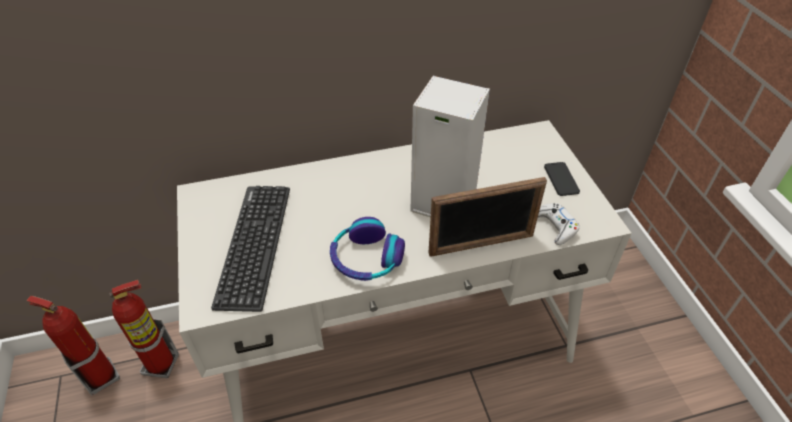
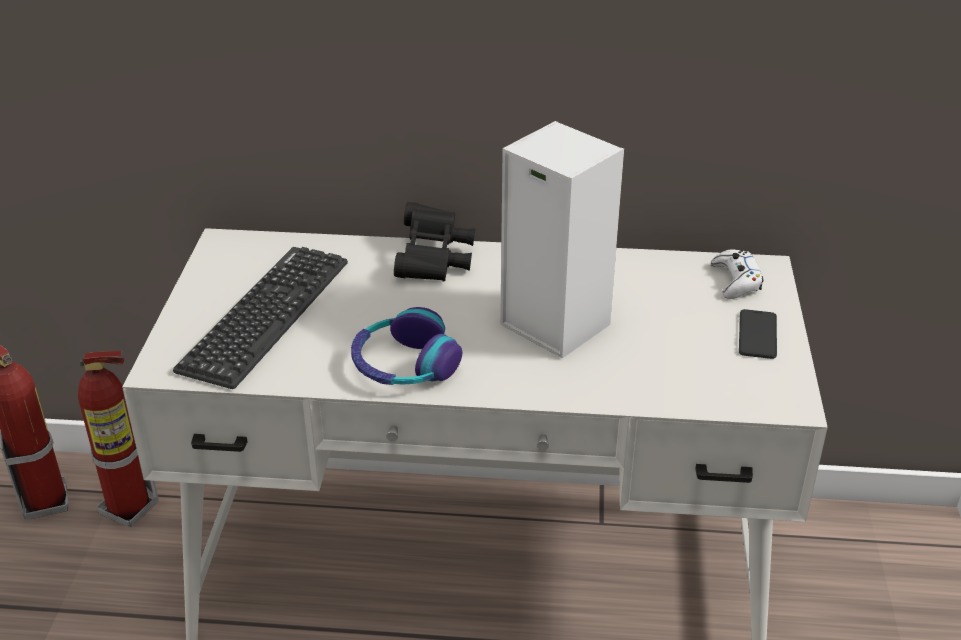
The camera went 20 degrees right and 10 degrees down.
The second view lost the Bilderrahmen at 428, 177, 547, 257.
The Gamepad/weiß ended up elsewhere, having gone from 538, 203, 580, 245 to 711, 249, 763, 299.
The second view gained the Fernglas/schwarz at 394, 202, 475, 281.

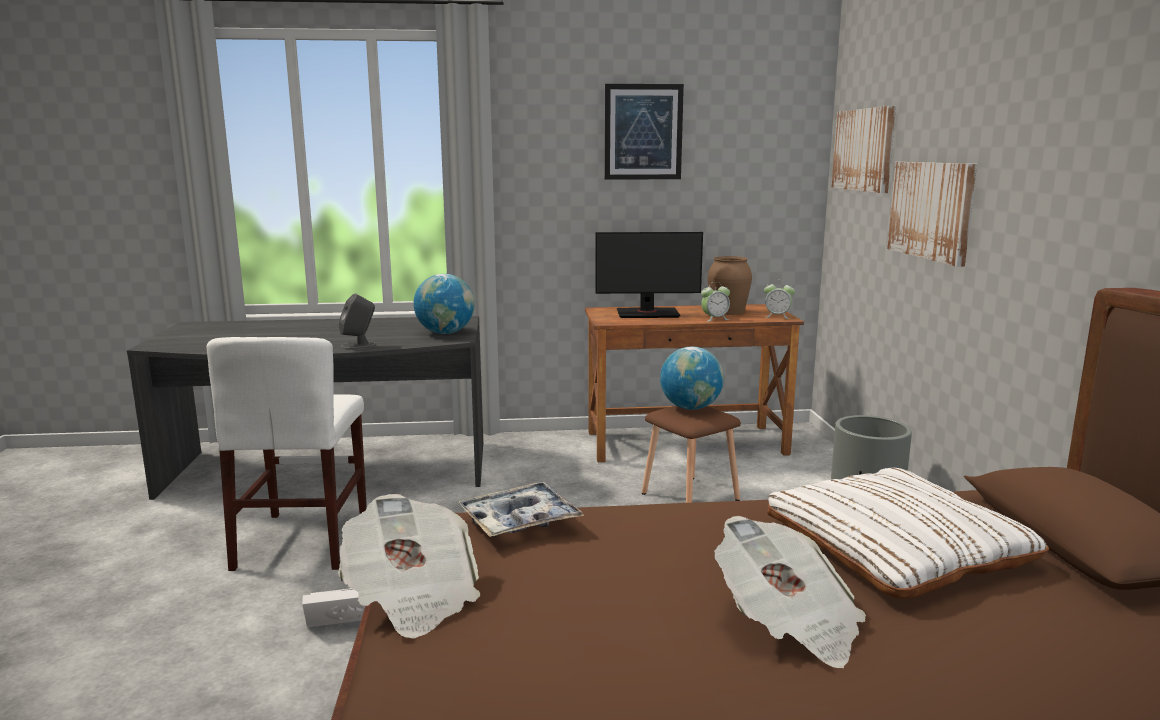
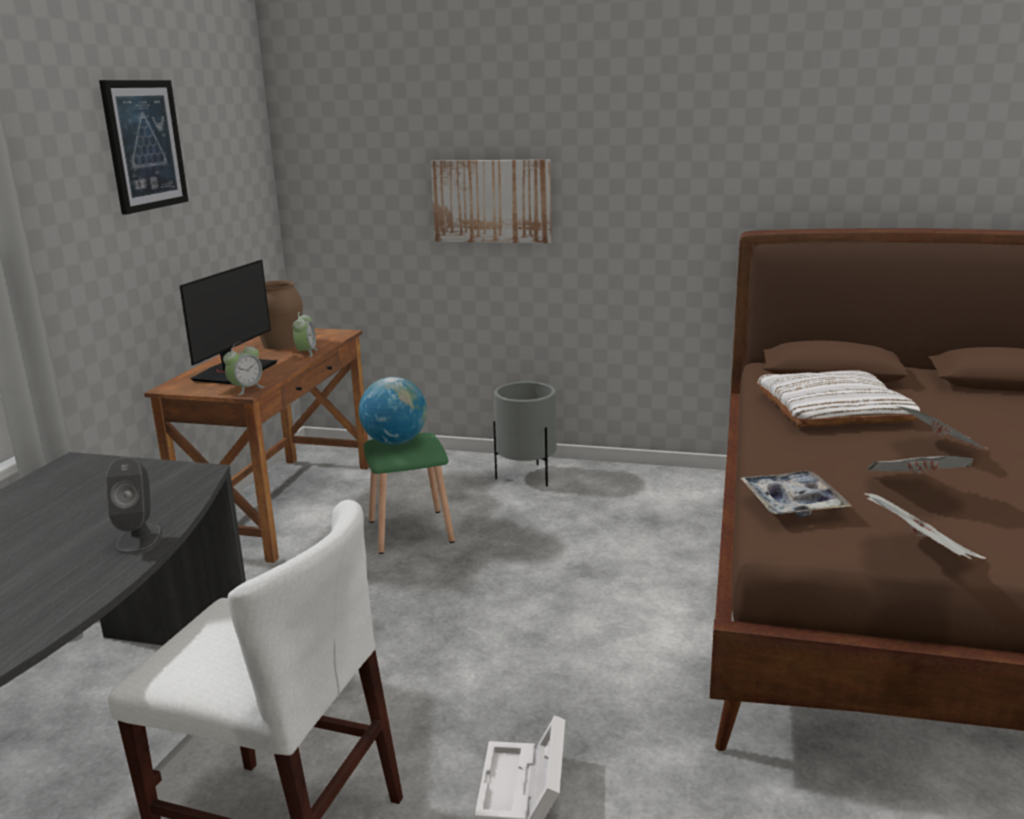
The camera went 70 degrees left and 5 degrees up.
The second view lost the Globus at 414, 274, 475, 334.
What was the Hocker/braun at 642, 406, 741, 503 turned into the Hocker/grün at 363, 433, 455, 554.
The Wecker ended up elsewhere, having gone from 764, 280, 795, 319 to 223, 342, 265, 395.
The second view lost the Bild at 831, 106, 896, 193.
The second view gained the Zeitung at 867, 456, 974, 474.

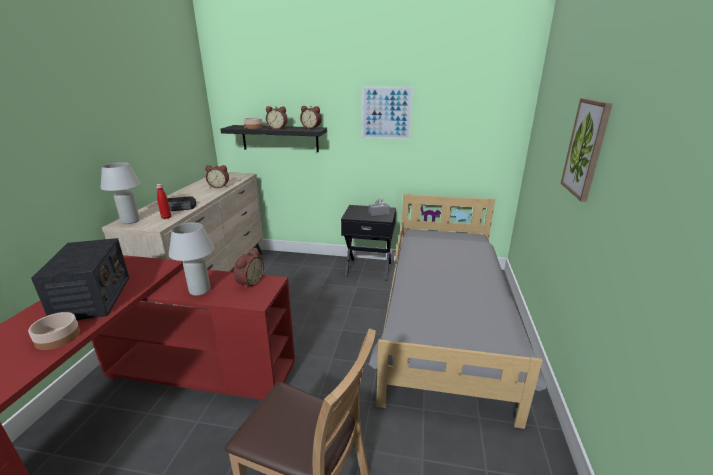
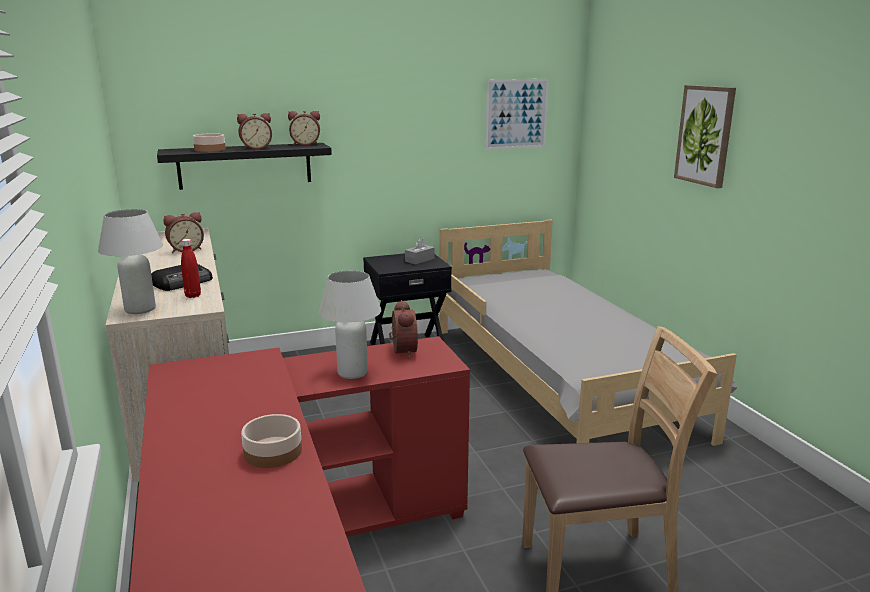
The camera went 30 degrees left and 5 degrees down.
The second view lost the Radio at 31, 238, 129, 320.
The Bild ended up elsewhere, having gone from 362, 86, 413, 139 to 485, 79, 549, 150.

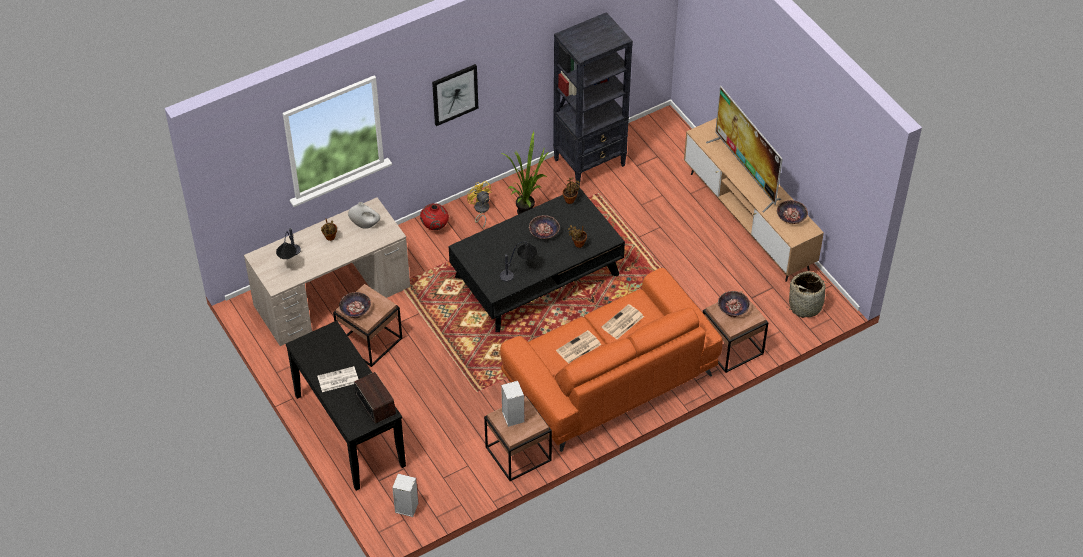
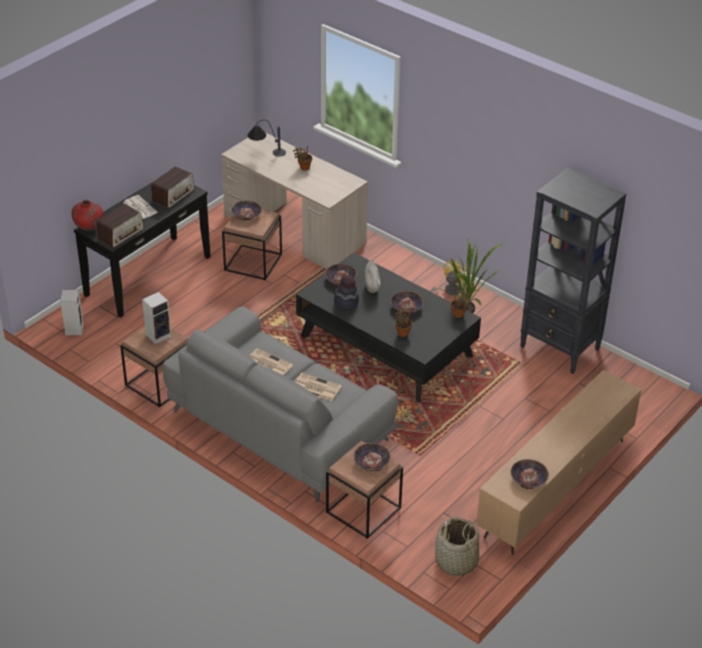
The camera went 70 degrees right and 10 degrees down.
The Vase/weiß ended up elsewhere, having gone from 348, 202, 380, 229 to 365, 260, 381, 293.
The Vase/rot ended up elsewhere, having gone from 420, 203, 449, 230 to 71, 200, 103, 231.
The second view lost the Bild at 432, 64, 478, 126.
Where the Tischlampe stood at 500, 242, 537, 281, the Hut came to stand at 334, 275, 359, 310.
What was the Sofa/orange at 500, 268, 723, 452 turned into the Sofa/grau at 163, 306, 398, 503.
The second view lost the Fernseher at 706, 86, 782, 213.
The second view gained the Radio at 151, 166, 195, 208.
The second view gained the Schüssel at 325, 264, 357, 286.

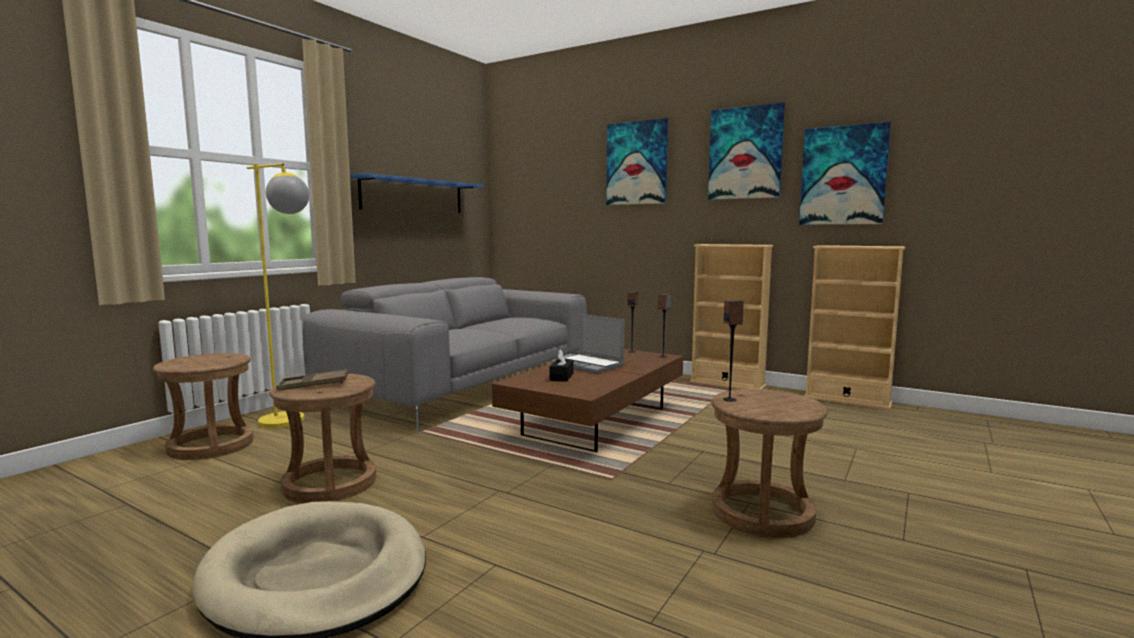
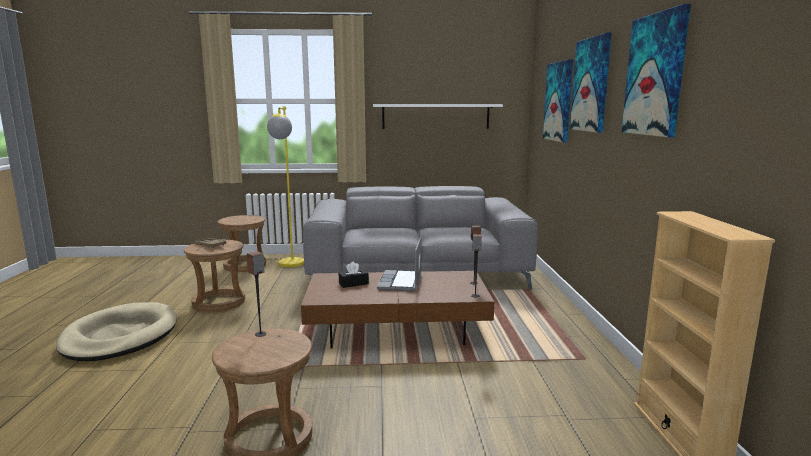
The camera went 55 degrees right and 5 degrees up.
What was the Wandregal/blau at 350, 173, 484, 213 turned into the Wandregal/weiß at 373, 104, 503, 129.
The second view lost the Bücherregal/beige at 690, 244, 773, 389.
The Bild ended up elsewhere, having gone from 799, 122, 891, 225 to 543, 59, 573, 143.

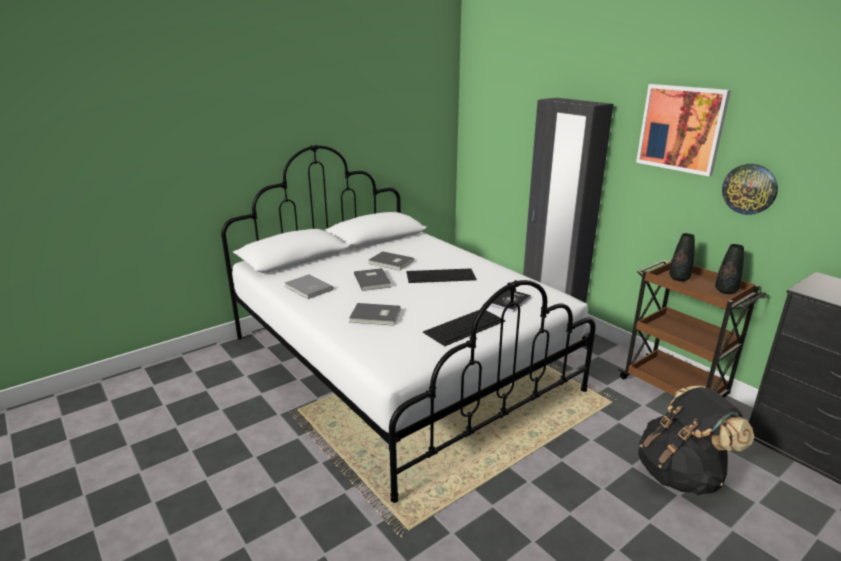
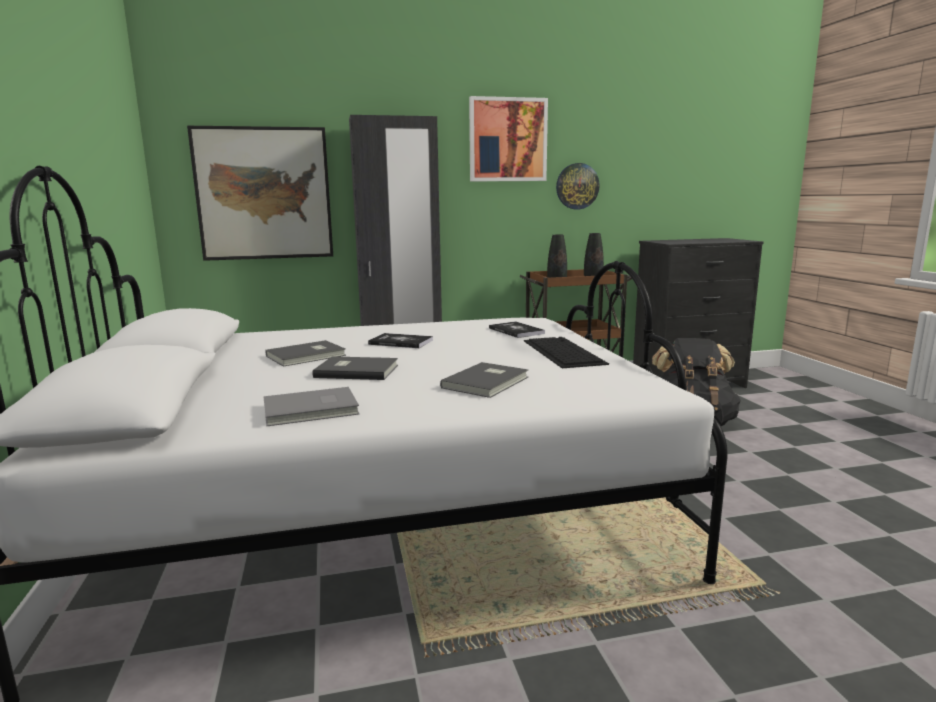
The camera went 65 degrees left and 10 degrees down.
Where the Tastatur stood at 406, 269, 477, 283, the Buch came to stand at 368, 333, 433, 348.
The second view gained the Bild at 187, 126, 333, 261.

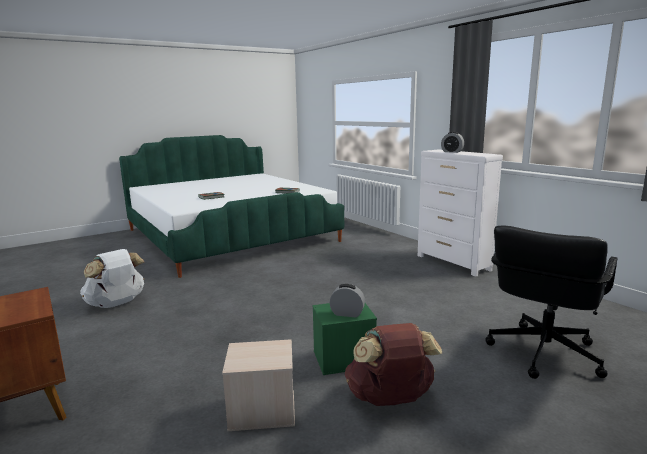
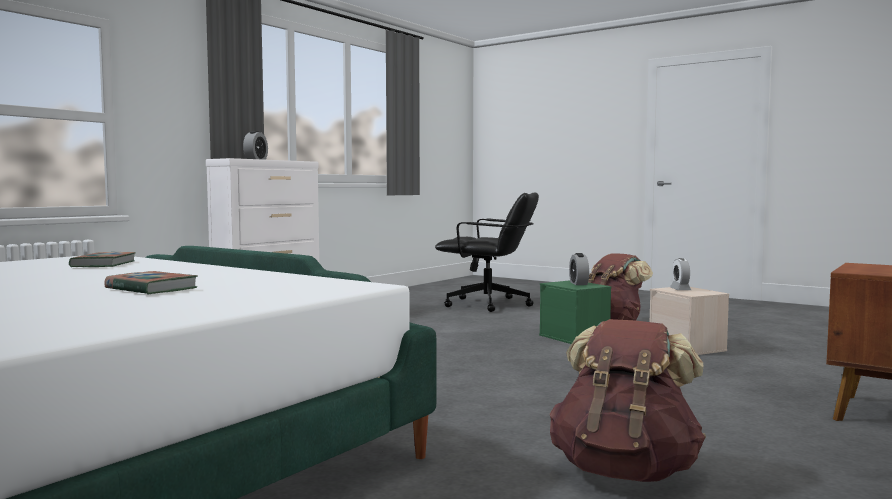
The camera went 110 degrees left and 10 degrees down.
What was the Rucksack/weiß at 80, 249, 145, 308 turned into the Rucksack/braun at 550, 319, 706, 482.
The second view gained the Wecker at 670, 258, 691, 290.

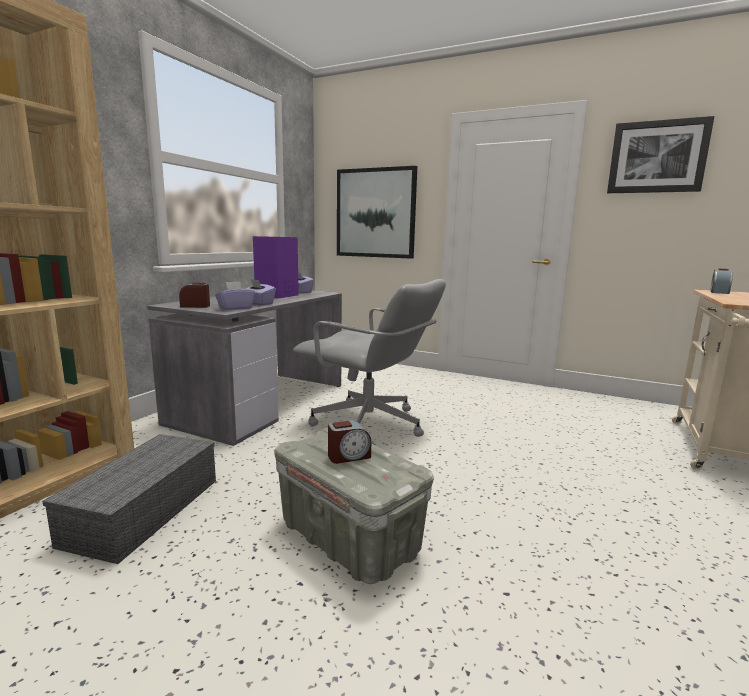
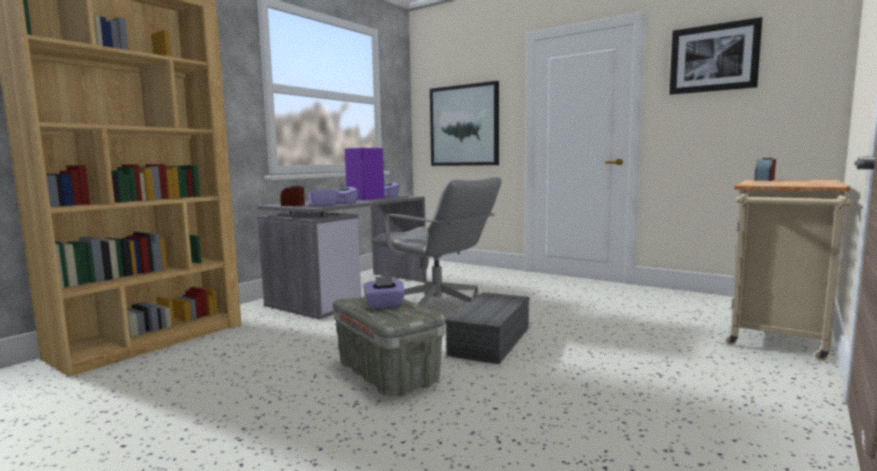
The camera went 10 degrees right and 5 degrees down.
The Aufbewahrungsbox/grau ended up elsewhere, having gone from 42, 434, 216, 564 to 445, 292, 529, 364.
Where the Wecker stood at 328, 420, 371, 464, the Taschentuchbox/lila came to stand at 364, 276, 405, 309.

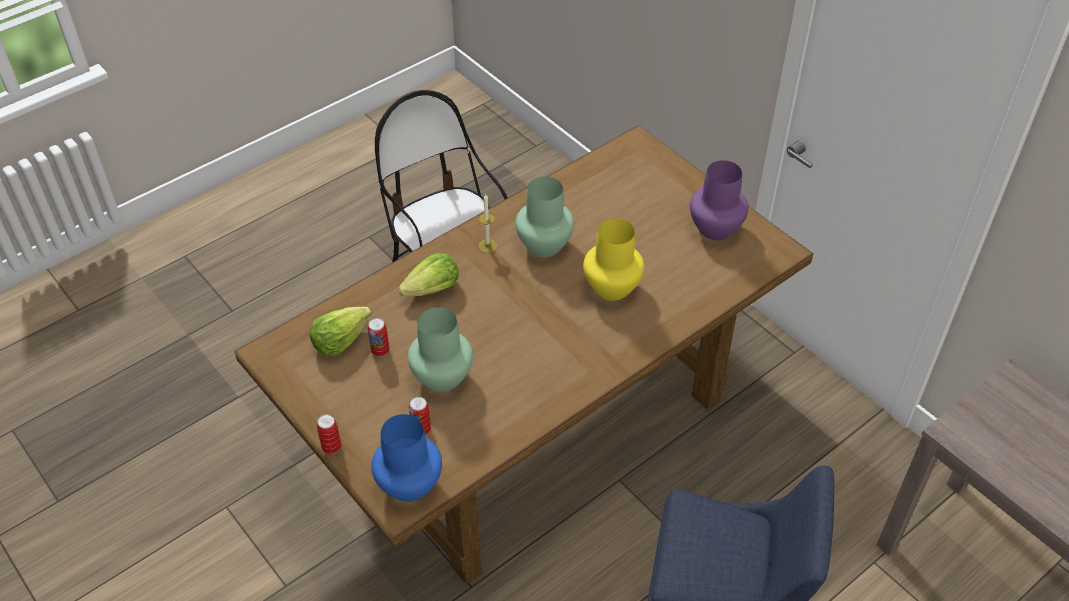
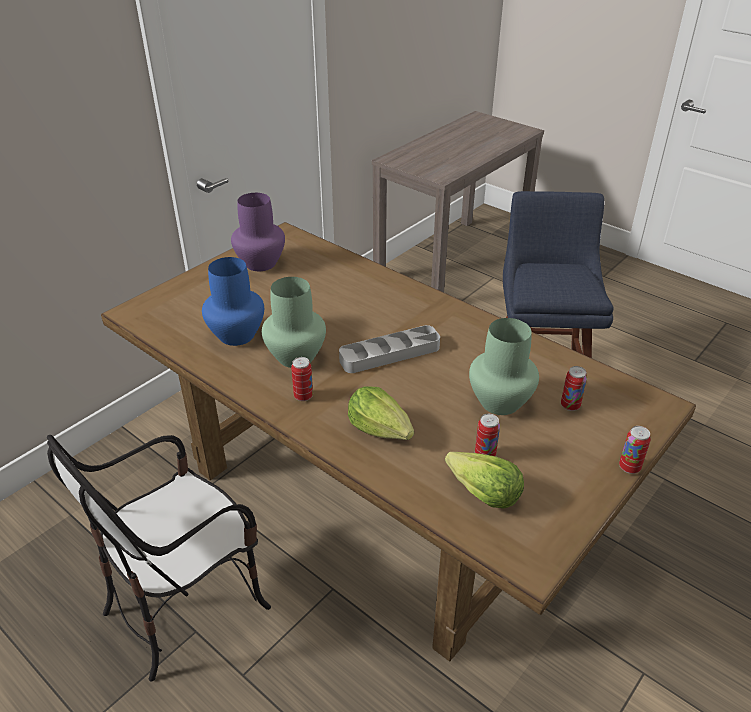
The camera went 100 degrees left and 10 degrees down.
The Vase/blau ended up elsewhere, having gone from 371, 414, 442, 502 to 202, 257, 264, 346.
Where the Kerze stood at 478, 194, 497, 253, the Dose came to stand at 291, 357, 313, 401.
The second view lost the Vase/gelb at 583, 219, 644, 301.
The second view gained the Tablett/grau at 339, 325, 440, 373.

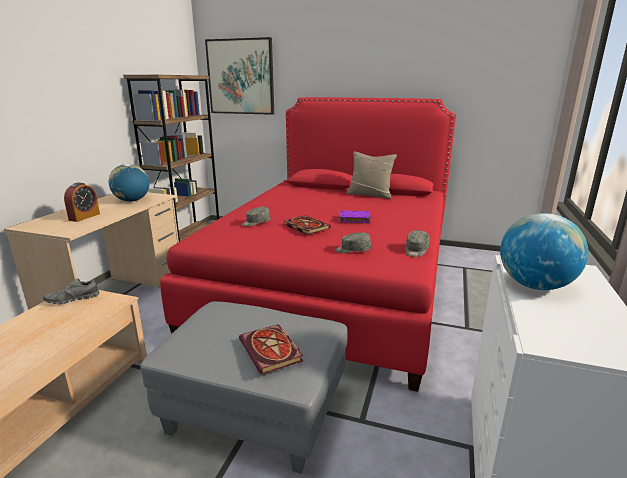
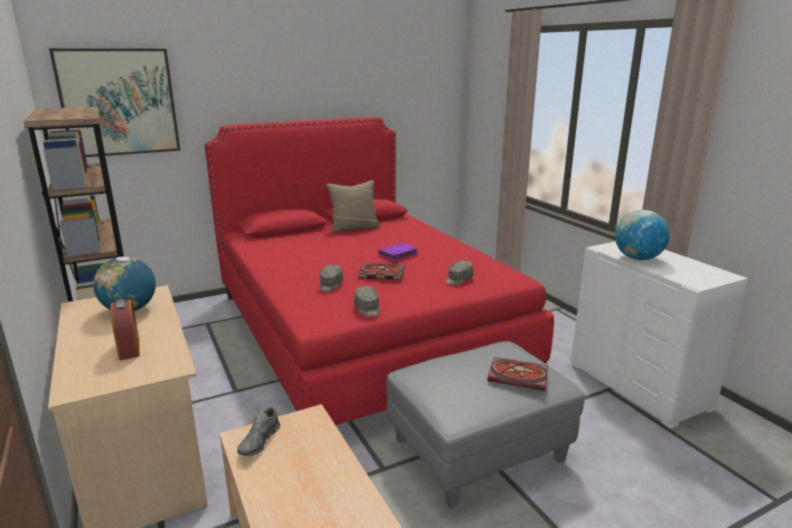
The camera went 45 degrees left and 0 degrees up.
The Kappe/grau ended up elsewhere, having gone from 405, 230, 430, 257 to 354, 286, 380, 317.

